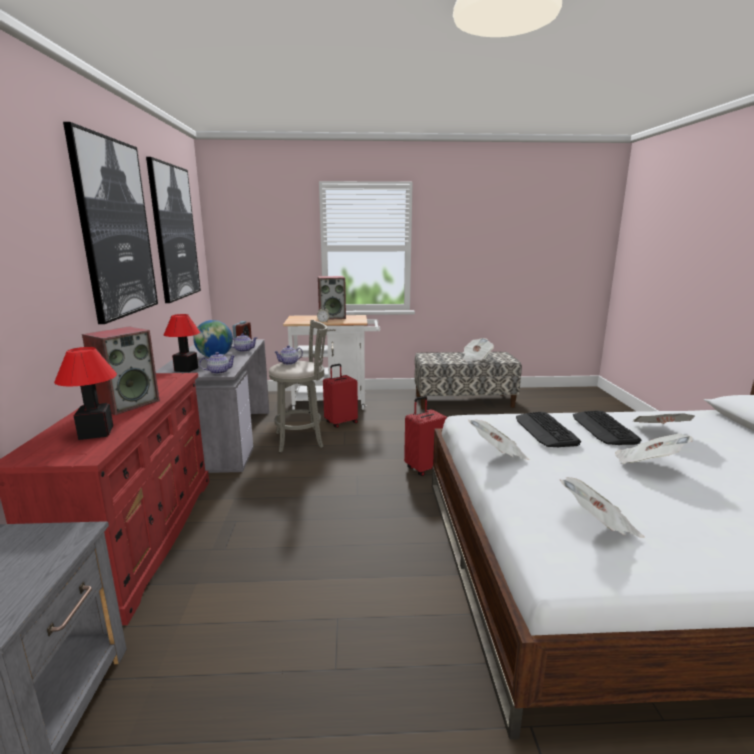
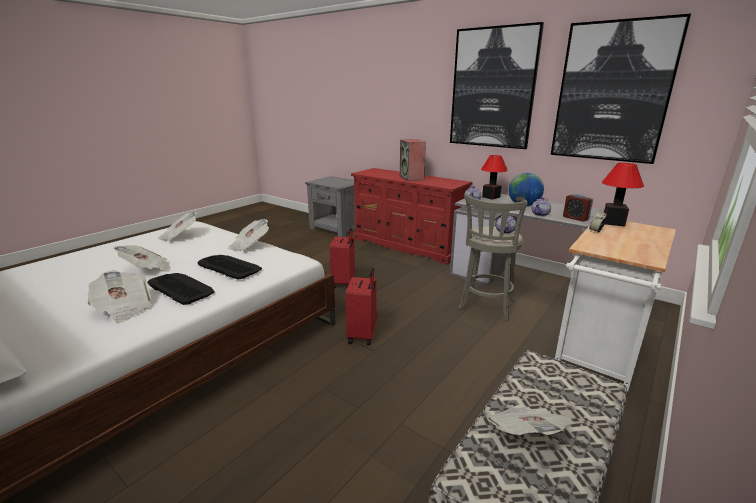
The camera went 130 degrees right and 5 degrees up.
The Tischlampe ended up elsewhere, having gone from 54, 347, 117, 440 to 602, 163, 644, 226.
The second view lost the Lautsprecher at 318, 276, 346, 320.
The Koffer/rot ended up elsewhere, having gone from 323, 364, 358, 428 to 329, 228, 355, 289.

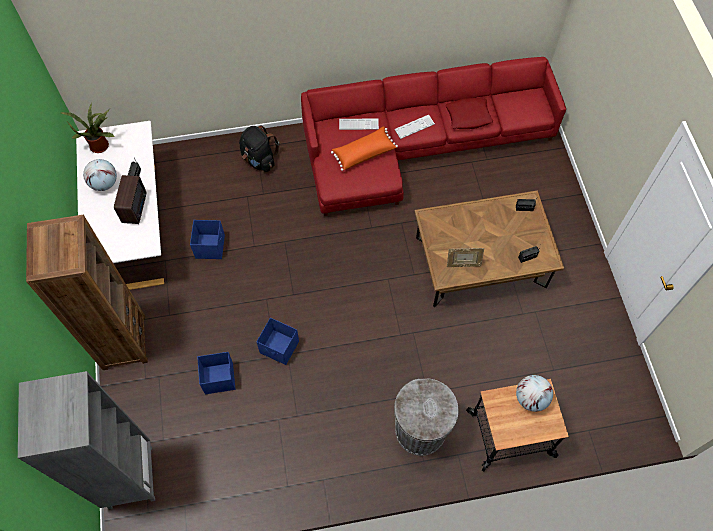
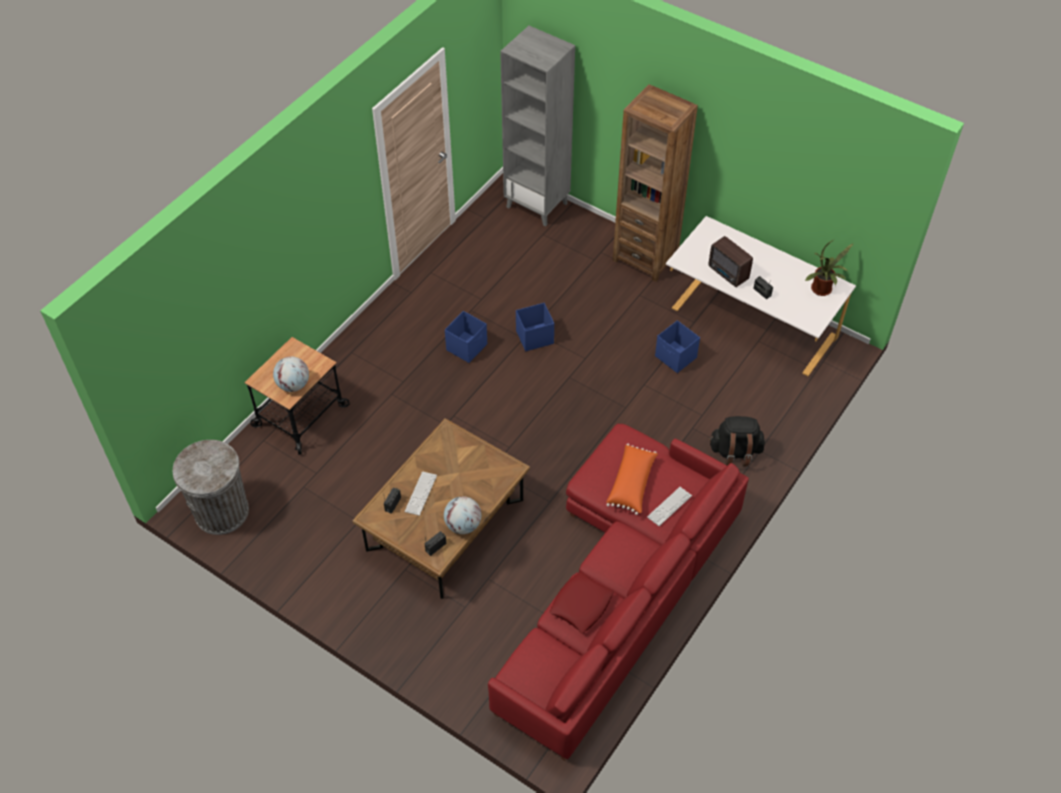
The camera went 135 degrees right and 10 degrees down.
The Globus ended up elsewhere, having gone from 83, 159, 117, 191 to 444, 496, 481, 534.
The Aufbewahrungsbox/blau ended up elsewhere, having gone from 197, 352, 236, 394 to 445, 311, 487, 363.
The Tastatur ended up elsewhere, having gone from 394, 115, 435, 139 to 405, 471, 437, 516.
The Mülleimer/grau ended up elsewhere, having gone from 394, 378, 459, 456 to 173, 440, 249, 535.
The second view lost the Bilderrahmen at 447, 248, 484, 267.

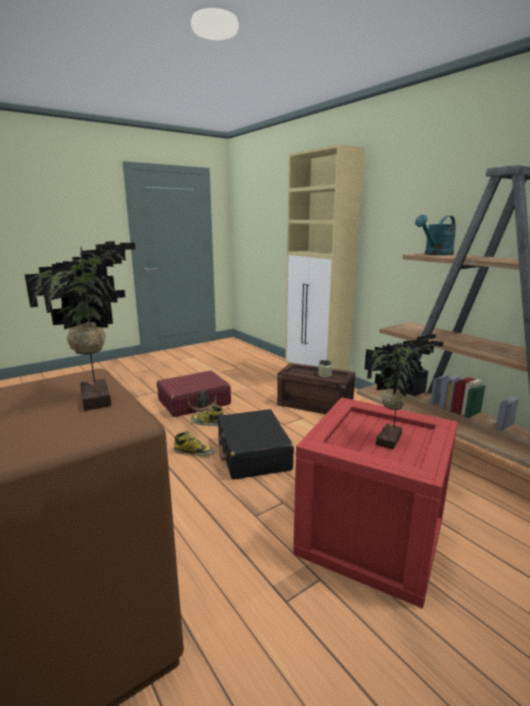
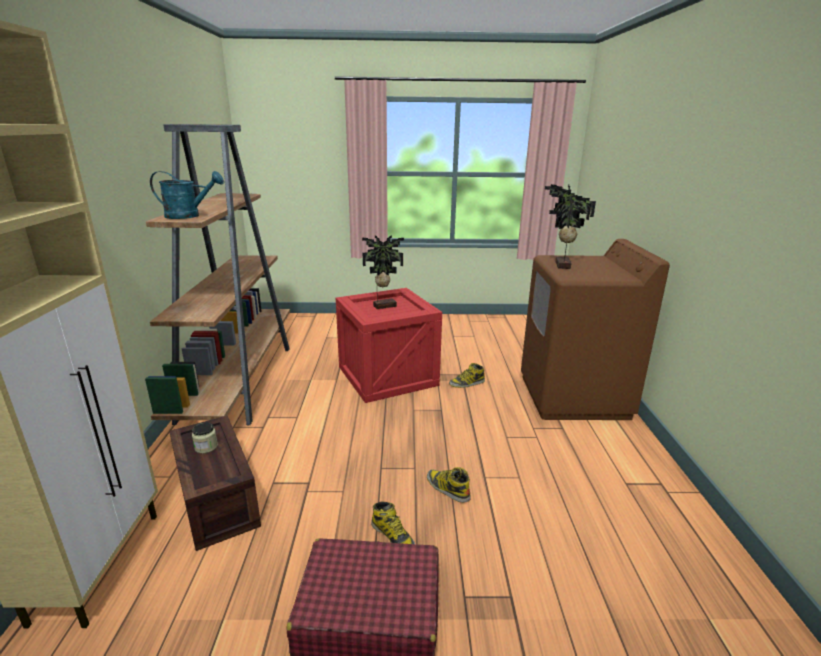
The camera went 145 degrees left and 5 degrees up.
The second view lost the Koffer/schwarz at 217, 409, 294, 480.
The second view gained the Stiefel at 449, 363, 485, 388.

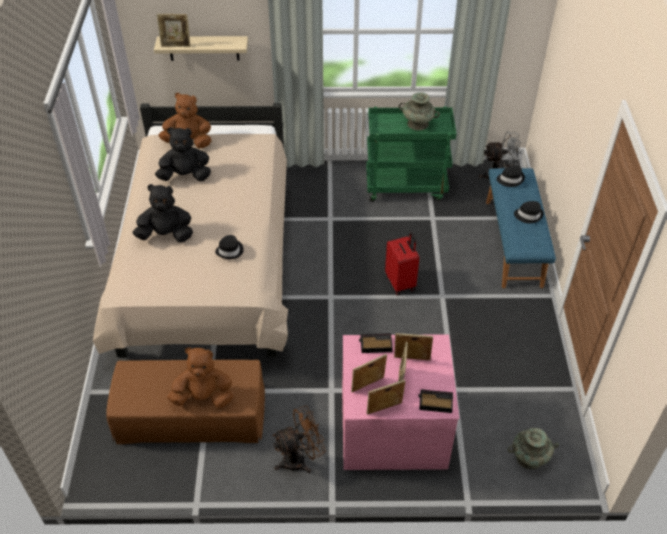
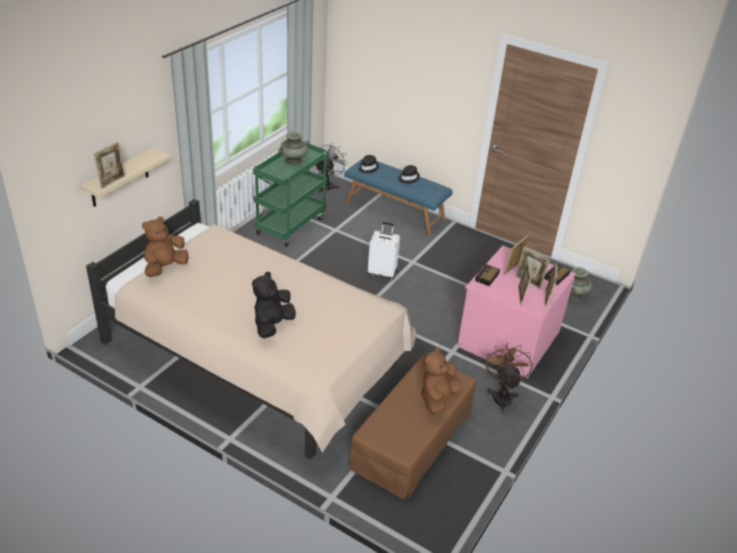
The camera went 60 degrees left and 10 degrees down.
The second view lost the Plüschtier/schwarz at 155, 127, 211, 181.
The second view lost the Hut/schwarz at 215, 235, 244, 259.
What was the Koffer/rot at 385, 232, 419, 295 turned into the Koffer/weiß at 368, 222, 400, 280.

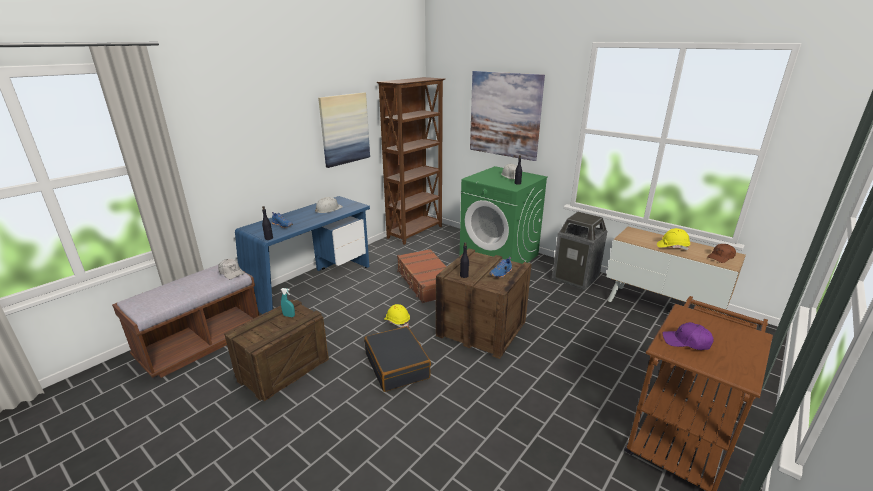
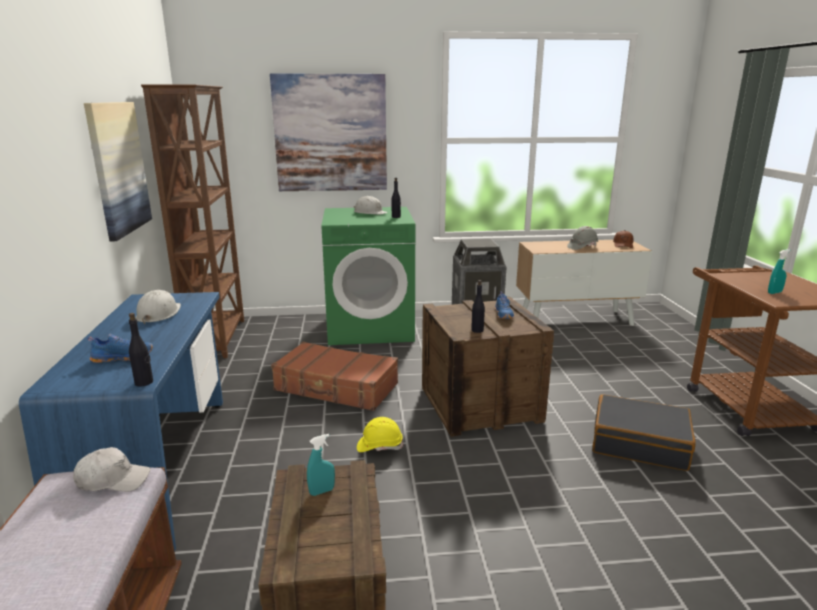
The camera went 45 degrees left and 5 degrees down.
The Koffer/schwarz ended up elsewhere, having gone from 364, 326, 431, 392 to 592, 394, 696, 471.
What was the Schutzhelm/gelb at 657, 228, 690, 250 turned into the Schutzhelm/grau at 567, 226, 598, 250.
Where the Kappe/lila stood at 662, 322, 714, 350, the Sprühflasche/türkis came to stand at 768, 249, 790, 294.

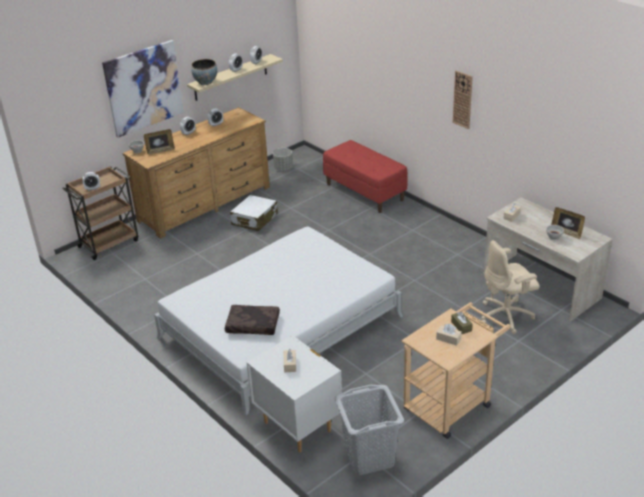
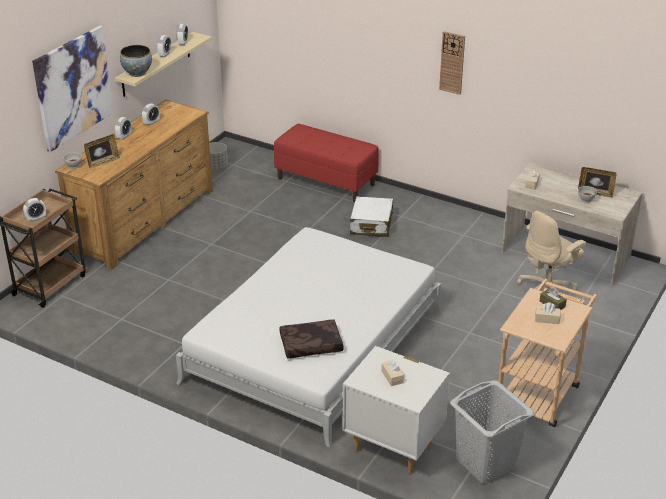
The camera went 20 degrees left and 0 degrees up.
The Koffer/weiß ended up elsewhere, having gone from 230, 195, 278, 231 to 350, 196, 393, 237.

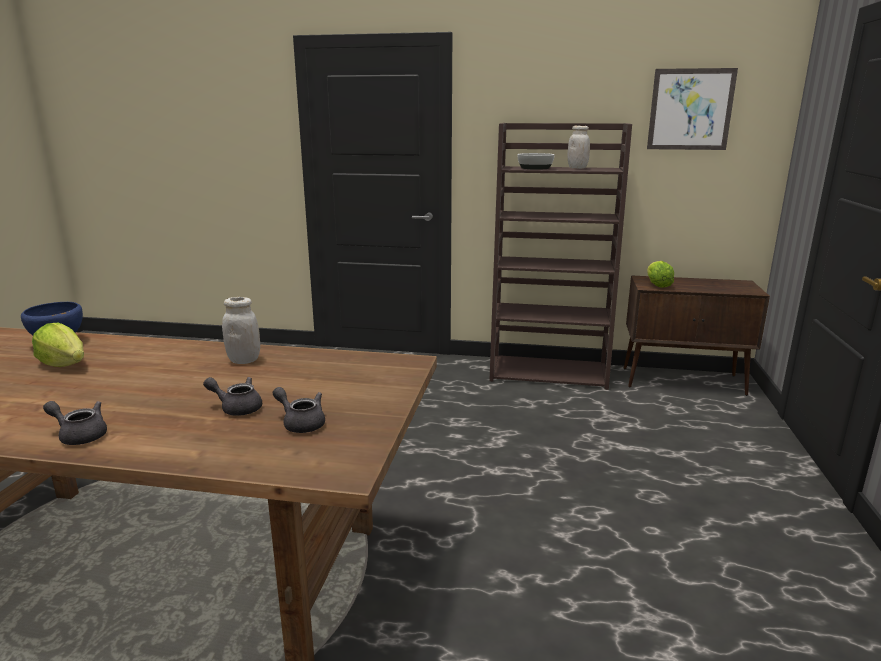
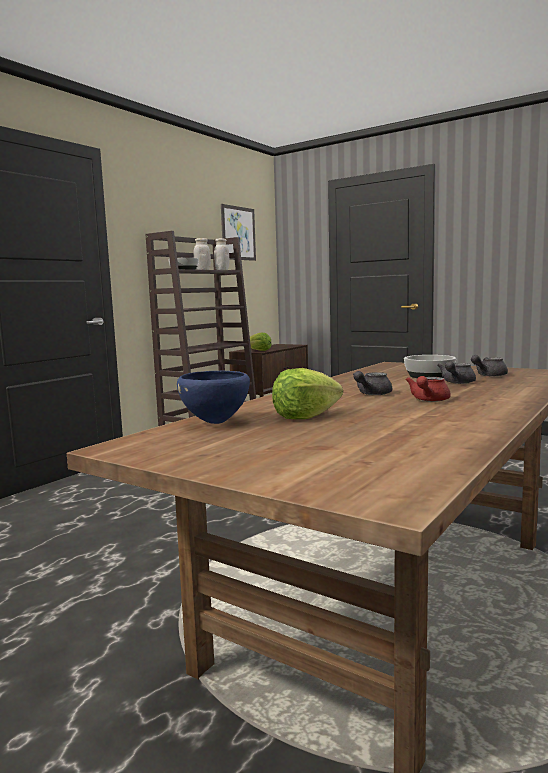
The camera went 65 degrees left and 10 degrees down.
The Teekanne/grau ended up elsewhere, having gone from 43, 401, 107, 445 to 353, 371, 393, 395.
The Vorratsglas/weiß ended up elsewhere, having gone from 222, 297, 260, 364 to 214, 238, 229, 270.
The second view gained the Schüssel at 404, 355, 456, 378.
The second view gained the Teekanne/rot at 406, 376, 451, 402.

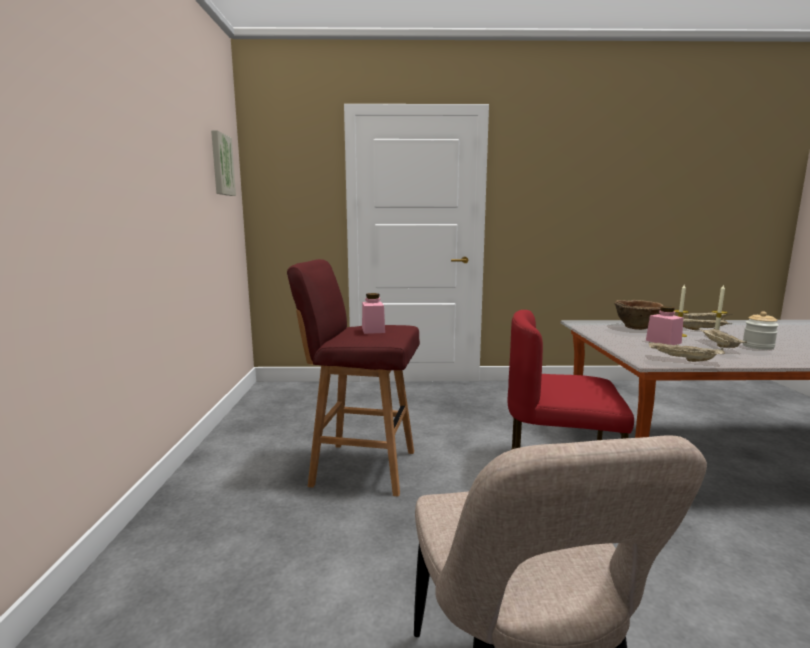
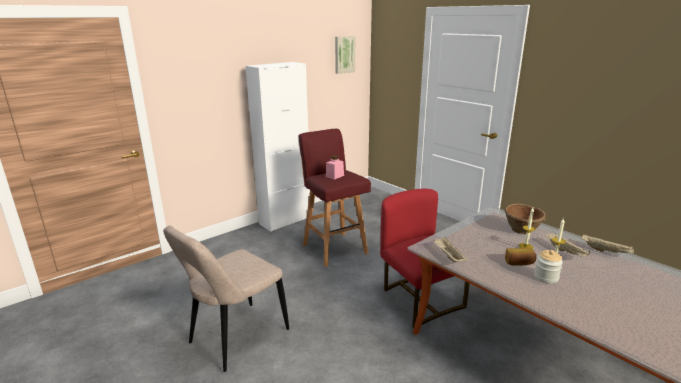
The camera went 50 degrees right and 10 degrees up.
The second view lost the Vorratsglas/rosa at 646, 306, 683, 345.
Where the Tablett/beige stood at 698, 328, 747, 348, the Brot came to stand at 505, 247, 536, 266.
The second view gained the Schrank/weiß at 246, 62, 310, 232.

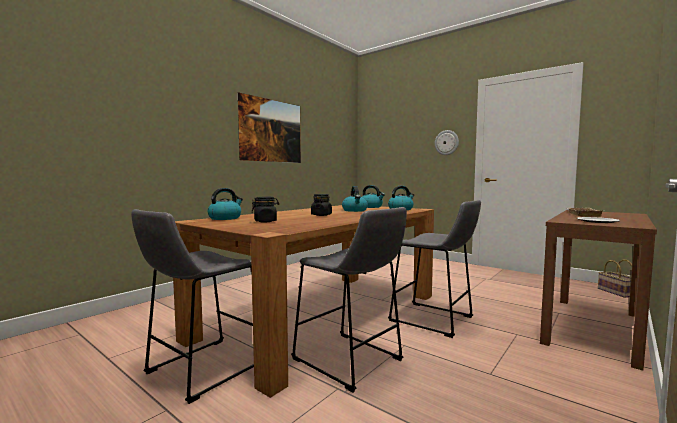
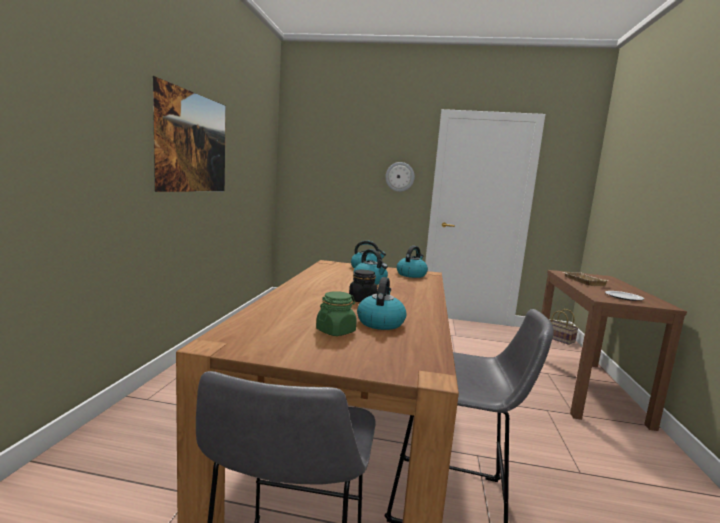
The camera went 30 degrees left and 5 degrees up.
The Wasserkessel ended up elsewhere, having gone from 207, 188, 243, 220 to 357, 277, 406, 330.
What was the Vorratsglas/schwarz at 251, 197, 279, 222 turned into the Vorratsglas/grün at 316, 291, 357, 336.
The second view lost the Hocker/grau at 388, 200, 481, 338.

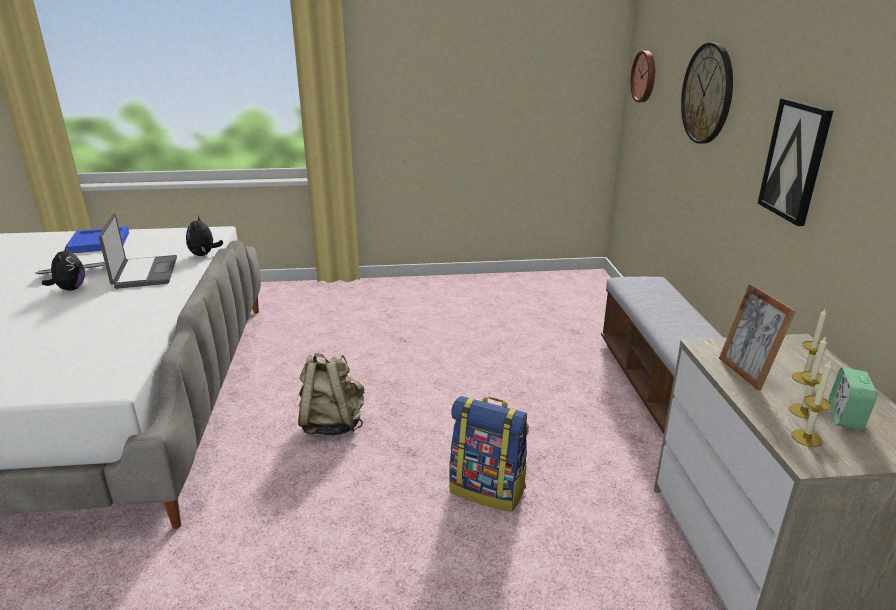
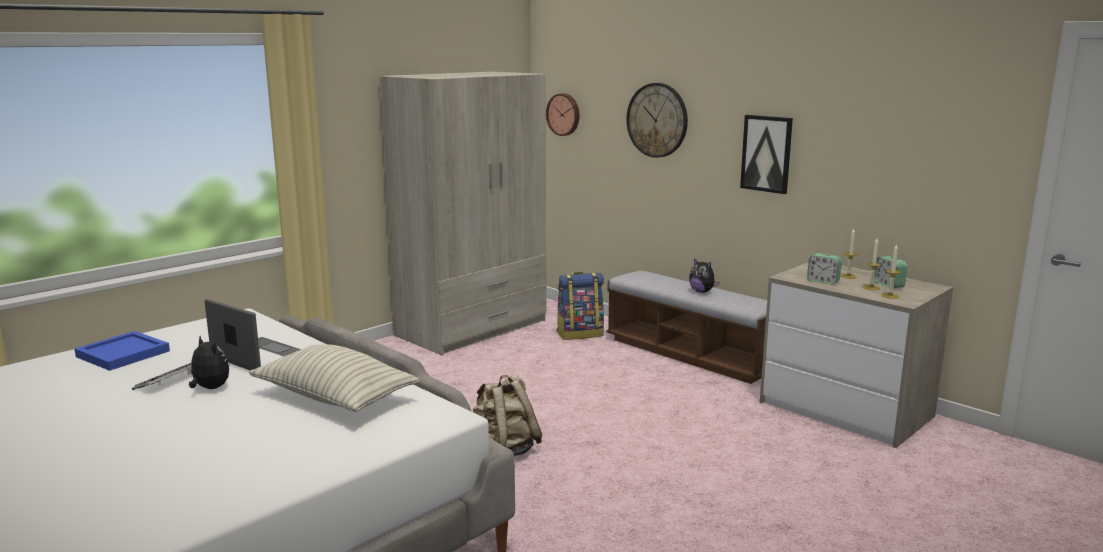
The camera went 40 degrees left and 10 degrees down.
The Plüschtier ended up elsewhere, having gone from 186, 216, 223, 256 to 689, 258, 719, 293.
The Rucksack ended up elsewhere, having gone from 449, 396, 529, 512 to 557, 272, 604, 340.
Where the Bilderrahmen stood at 719, 284, 796, 391, the Wecker came to stand at 807, 253, 842, 284.
The second view gained the Kissen at 249, 344, 420, 412.
The second view gained the Kleiderschrank/beige at 379, 72, 546, 355.

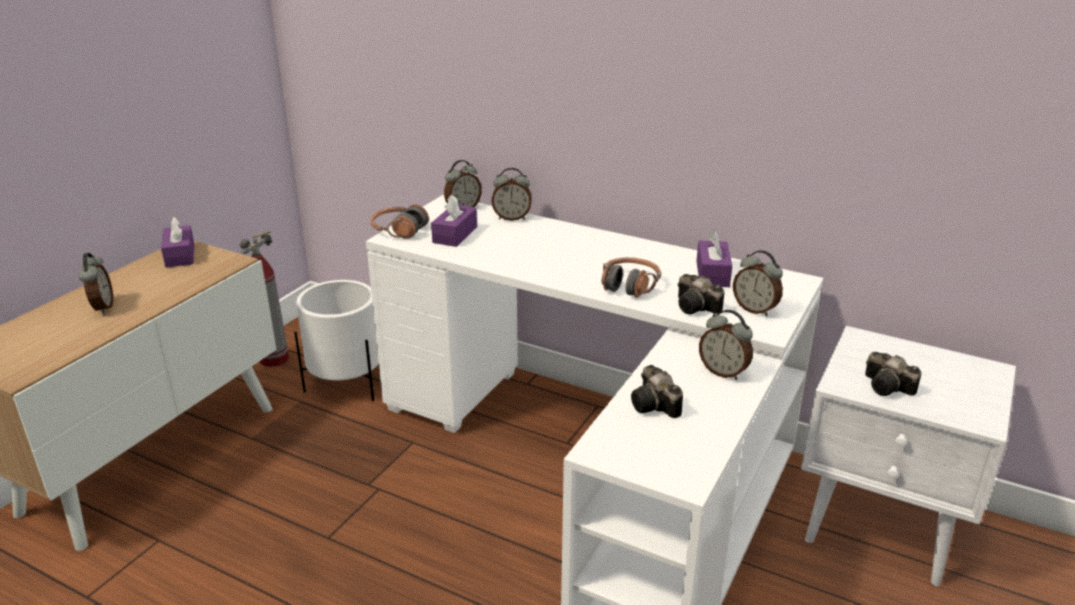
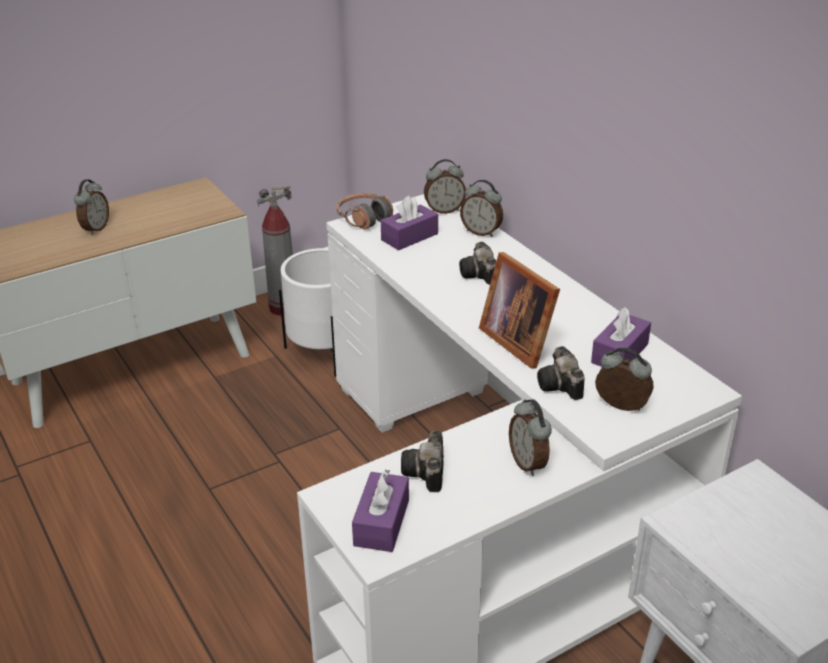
The camera went 30 degrees right and 5 degrees up.
The Taschentuchbox/lila ended up elsewhere, having gone from 161, 216, 194, 268 to 352, 470, 409, 552.
Where the Kopfhörer stood at 602, 257, 661, 298, the Bilderrahmen came to stand at 479, 252, 560, 369.
The Wecker at 733, 250, 783, 316 ended up facing another way, 135 degrees clockwise from before.
The Kamera ended up elsewhere, having gone from 865, 352, 921, 396 to 459, 242, 496, 285.

